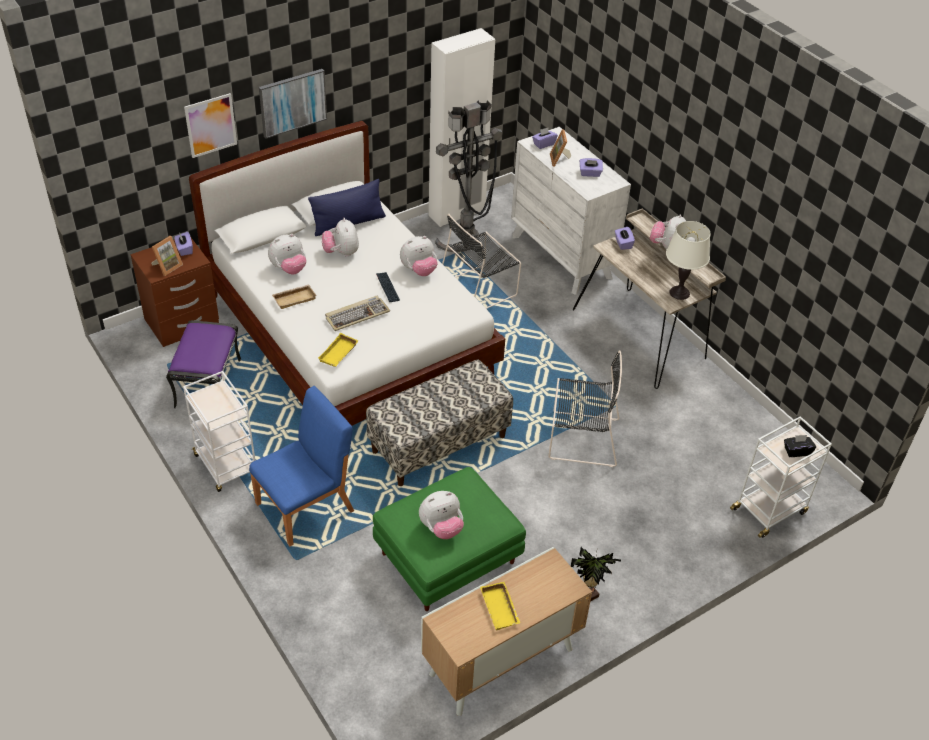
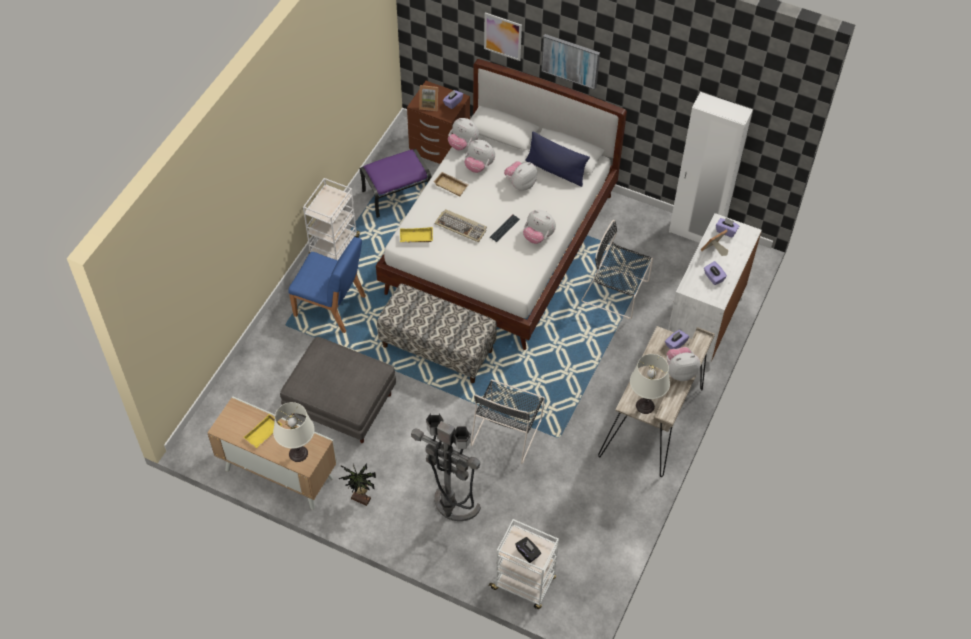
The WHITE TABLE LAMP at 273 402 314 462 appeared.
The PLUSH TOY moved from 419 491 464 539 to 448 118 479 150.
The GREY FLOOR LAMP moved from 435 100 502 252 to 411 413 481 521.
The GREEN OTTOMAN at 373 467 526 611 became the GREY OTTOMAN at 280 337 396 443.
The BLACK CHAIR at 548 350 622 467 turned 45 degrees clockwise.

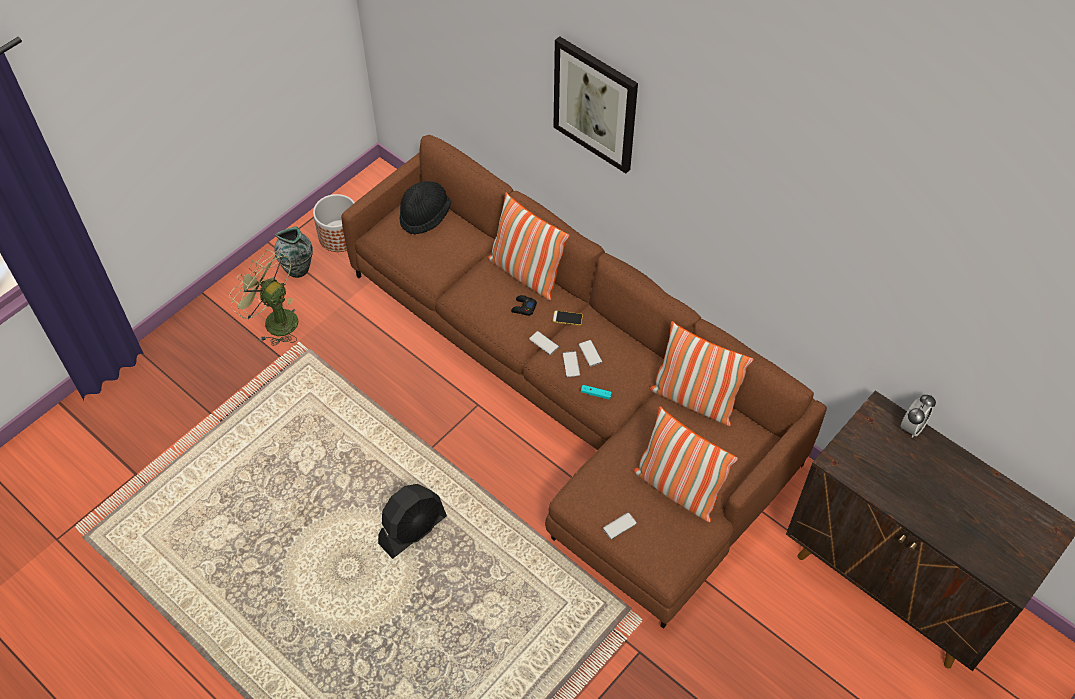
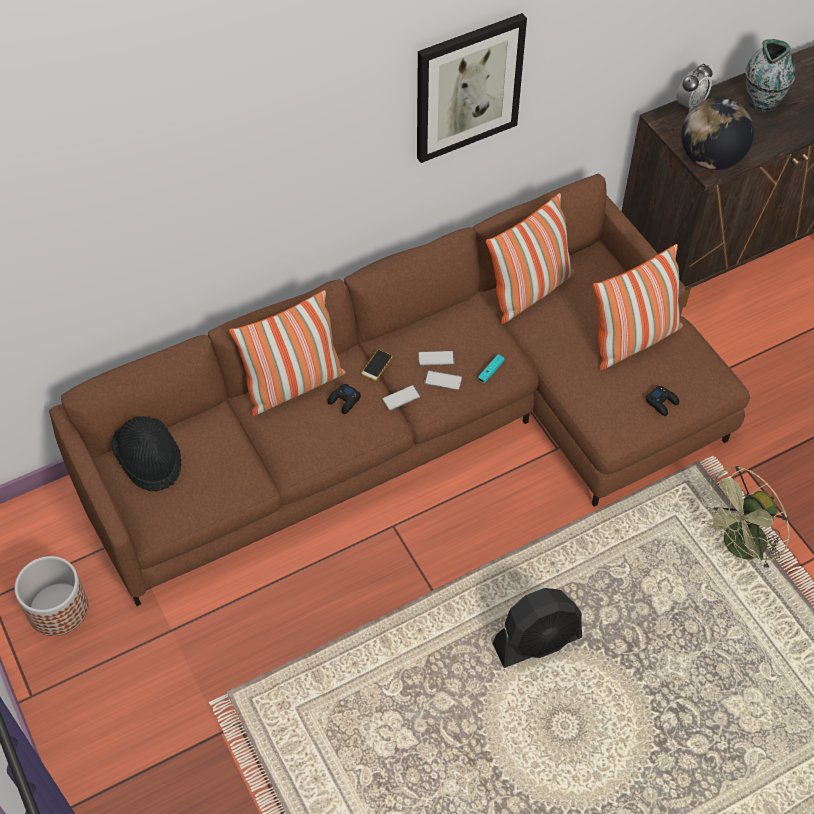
The GLOBE at 681 97 754 170 appeared.
The GREEN FAN moved from 229 249 298 346 to 701 466 789 567.
The VASE moved from 274 226 313 278 to 746 39 796 112.
The PICTURE moved from 553 36 638 173 to 417 13 527 163.
The PHONE at 603 512 637 539 was replaced by the BLACK GAME CONTROLLER at 646 385 679 416.
The BLACK FAN at 378 484 447 559 turned 90 degrees clockwise.
The ALARM CLOCK at 900 395 936 438 turned 75 degrees clockwise.

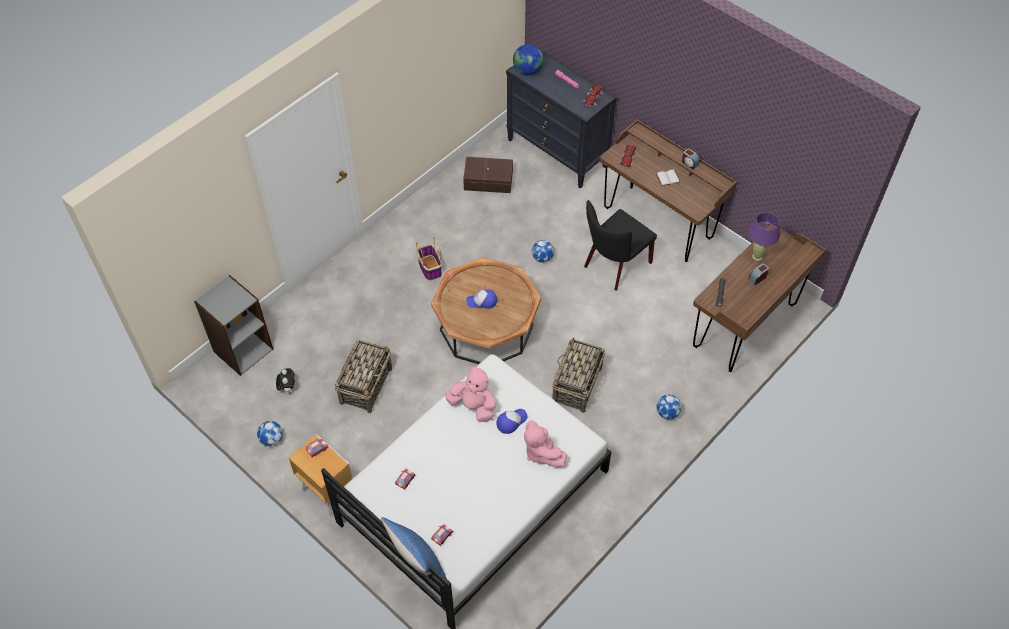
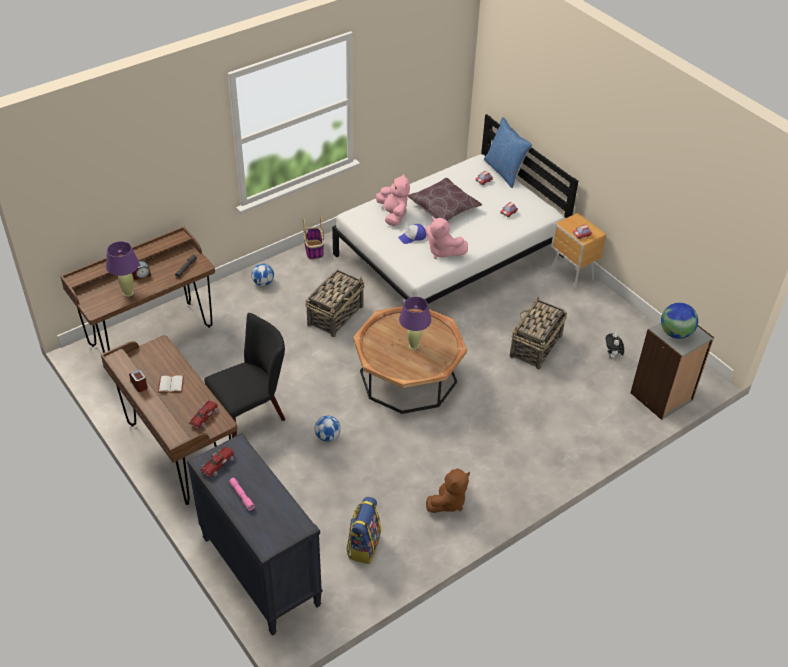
The FOOTBALL at 257 421 283 446 disappeared.
The BROWN PILLOW at 407 178 482 221 appeared.
The BROWN PLUSH TOY at 426 468 470 513 appeared.
The BASKET moved from 416 237 442 280 to 303 216 324 260.
The GLOBE moved from 513 44 543 75 to 661 303 698 339.
The BROWN STORAGE BOX at 463 157 513 193 was replaced by the BACKPACK at 346 497 381 564.
The CAP at 466 290 497 309 was replaced by the PURPLE TABLE LAMP at 399 297 431 350.

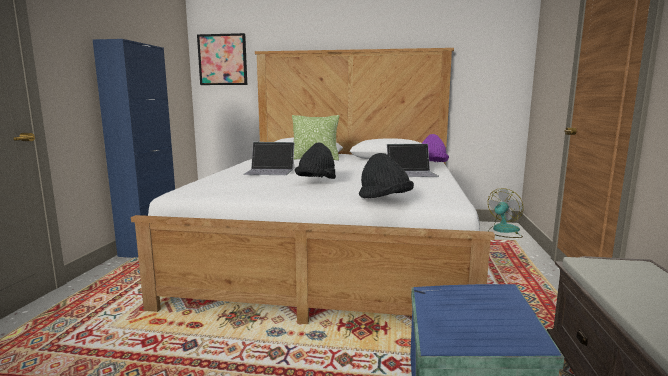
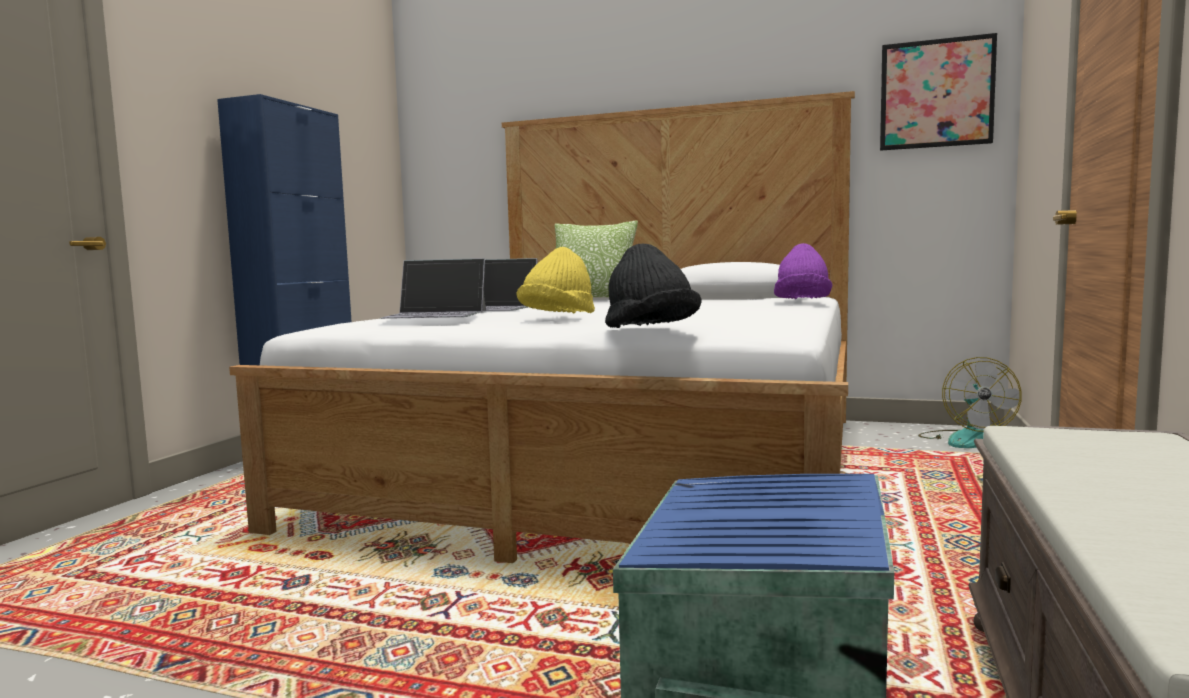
The PICTURE moved from 197 33 247 85 to 880 33 997 151.
The LAPTOP moved from 387 144 439 177 to 380 258 486 319.
The BLACK HAT at 295 142 336 179 became the YELLOW HAT at 516 247 595 313.
The FAN at 488 188 524 238 turned 135 degrees clockwise.

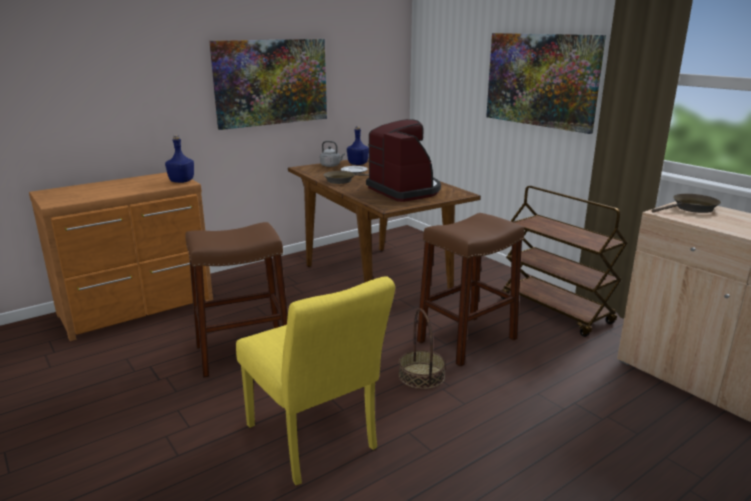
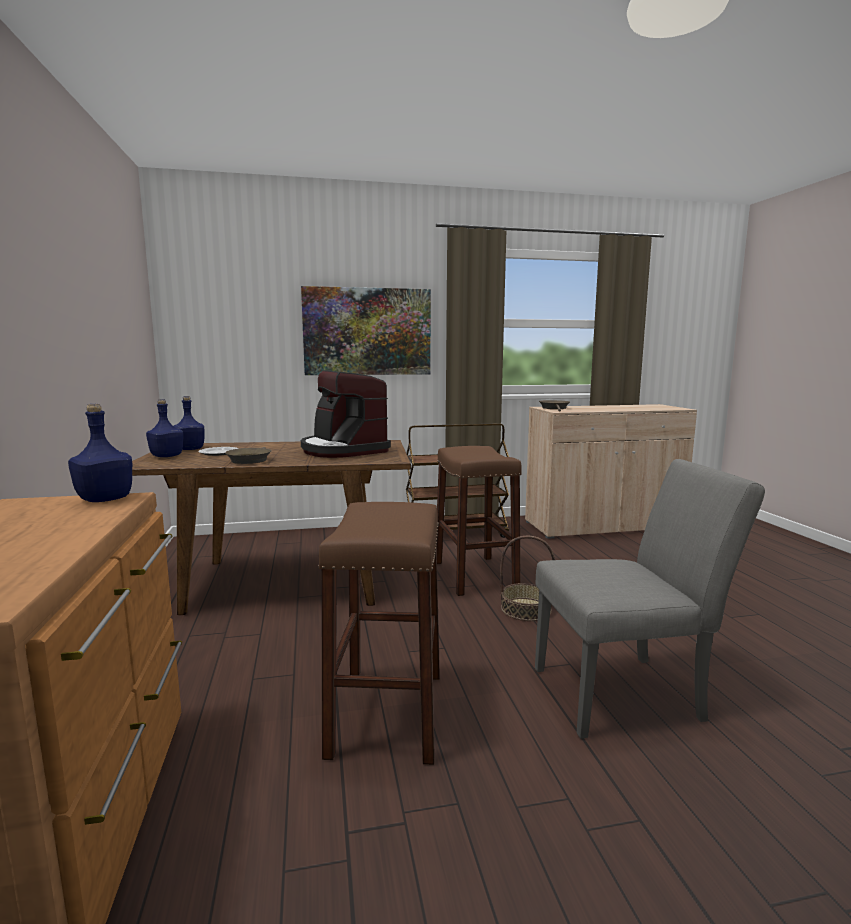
The PICTURE at 209 39 327 130 disappeared.
The GREY KETTLE at 320 141 345 167 was replaced by the BLUE BOTTLE at 146 399 183 457.
The YELLOW CHAIR at 236 276 395 485 became the GREY CHAIR at 535 459 765 739.
The COFFEE MACHINE at 366 119 441 202 turned 120 degrees counterclockwise.

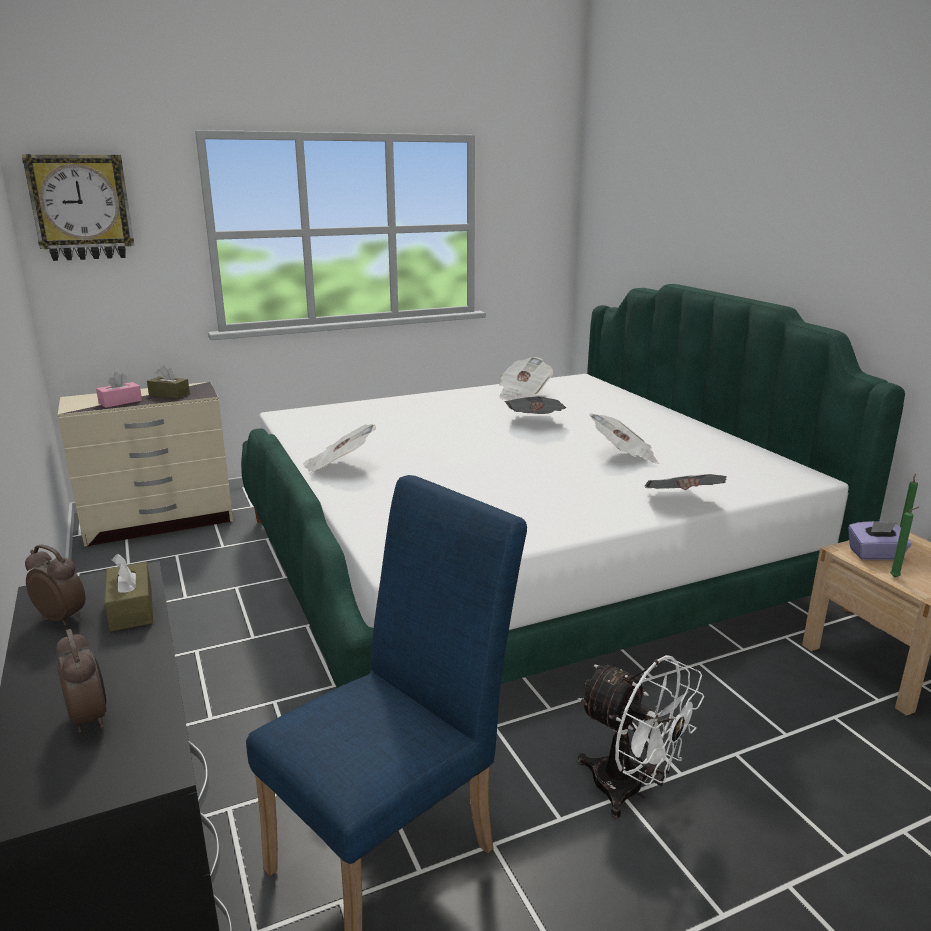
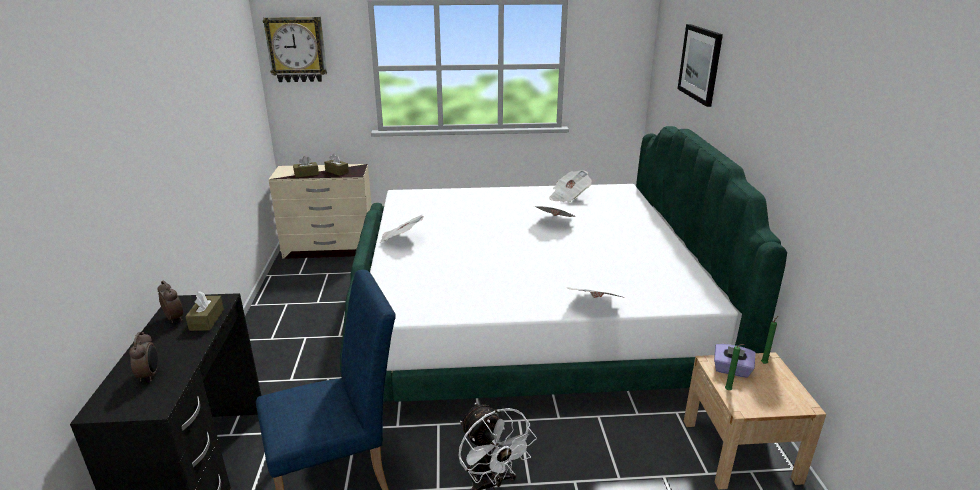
The NEWSPAPER at 589 413 659 464 disappeared.
The PICTURE at 678 24 723 107 appeared.
The PINK TISSUE BOX at 96 372 142 408 became the BROWN TISSUE BOX at 293 156 319 178.

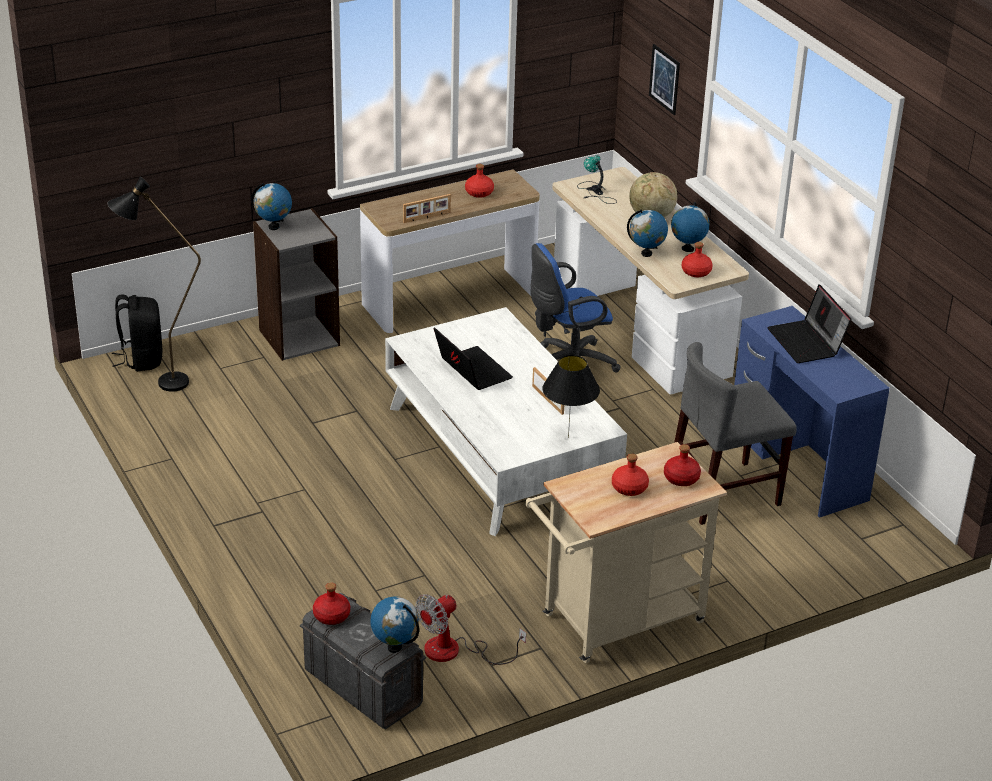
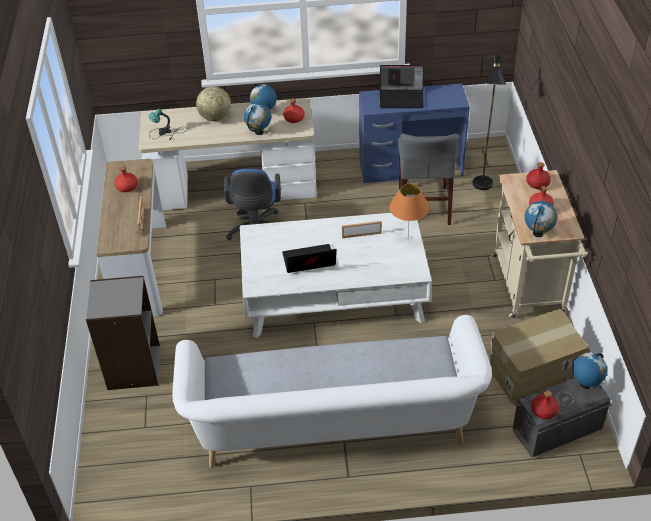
The BLACK BACKPACK at 112 294 162 371 disappeared.
The PICTURE at 649 44 680 115 disappeared.
The WHITE SOFA at 172 315 492 468 appeared.
The BLACK FLOOR LAMP moved from 108 176 201 392 to 473 55 506 190.
The GLOBE moved from 251 183 292 230 to 525 201 558 237.
The FAN at 415 594 526 665 was replaced by the CARDBOARD BOX at 490 309 590 405.
The BLACK TABLE LAMP at 542 355 600 438 became the ORANGE TABLE LAMP at 389 184 430 235.

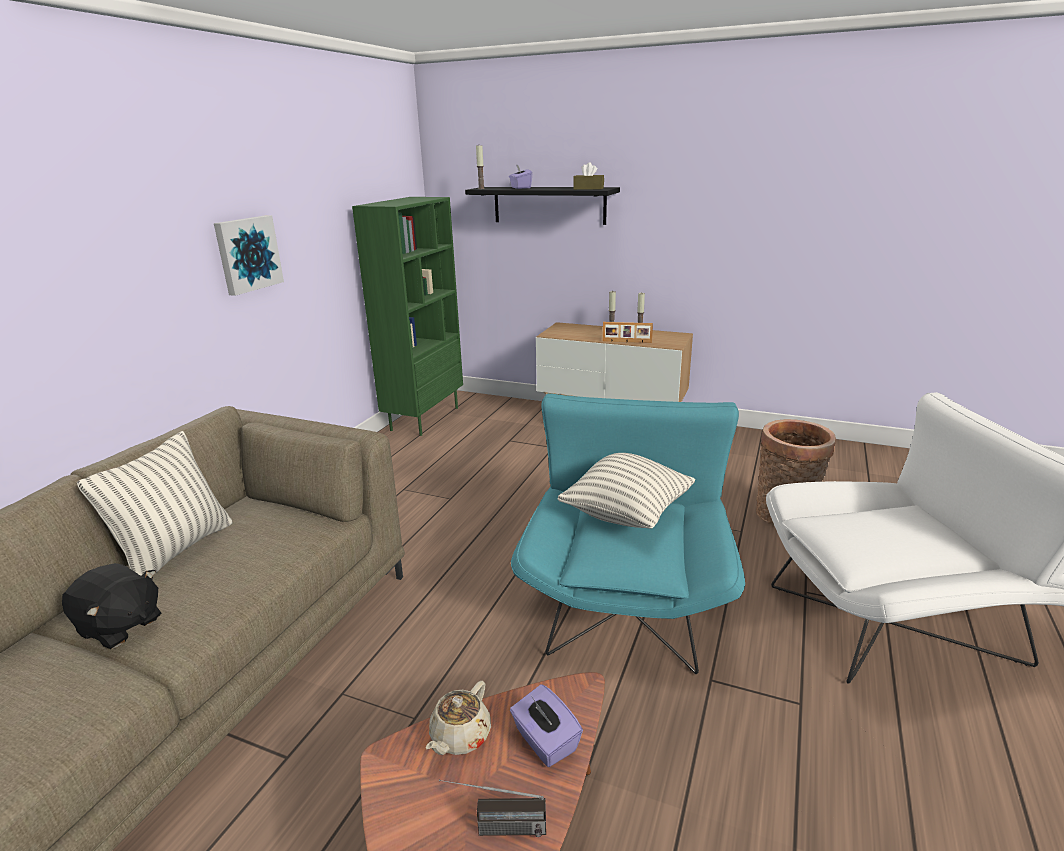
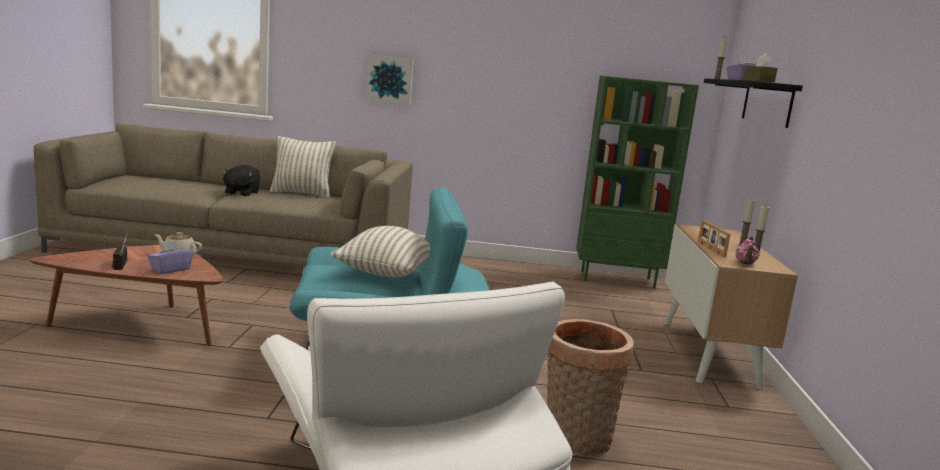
The PINK TEAPOT at 735 236 759 264 appeared.
The PICTURE moved from 214 215 284 296 to 366 54 414 105.

